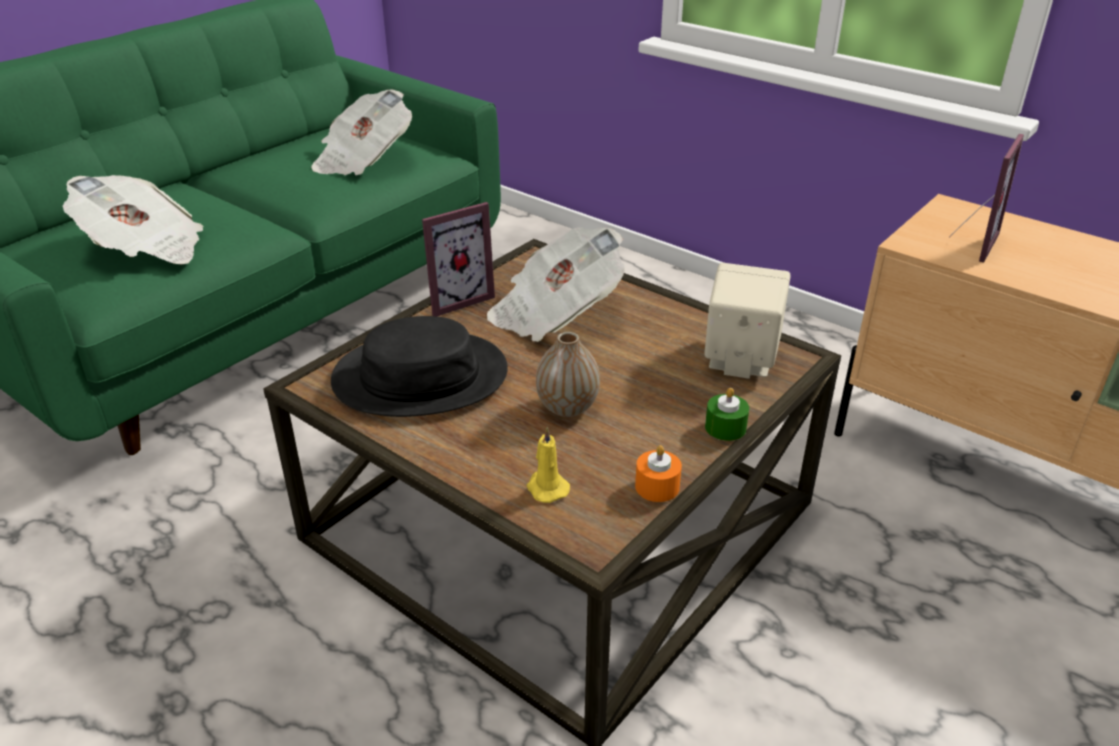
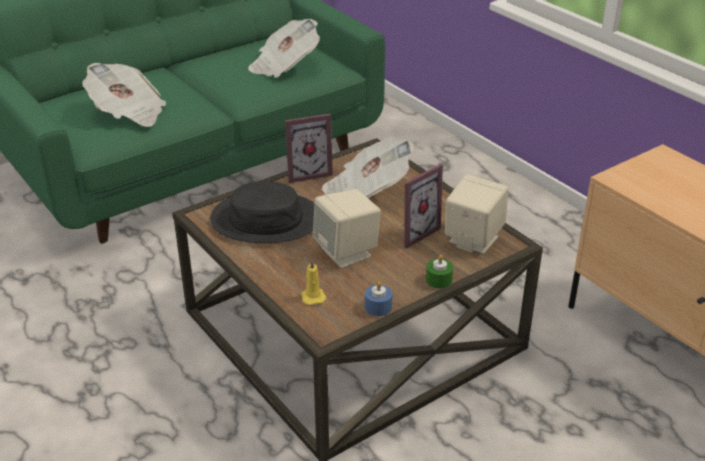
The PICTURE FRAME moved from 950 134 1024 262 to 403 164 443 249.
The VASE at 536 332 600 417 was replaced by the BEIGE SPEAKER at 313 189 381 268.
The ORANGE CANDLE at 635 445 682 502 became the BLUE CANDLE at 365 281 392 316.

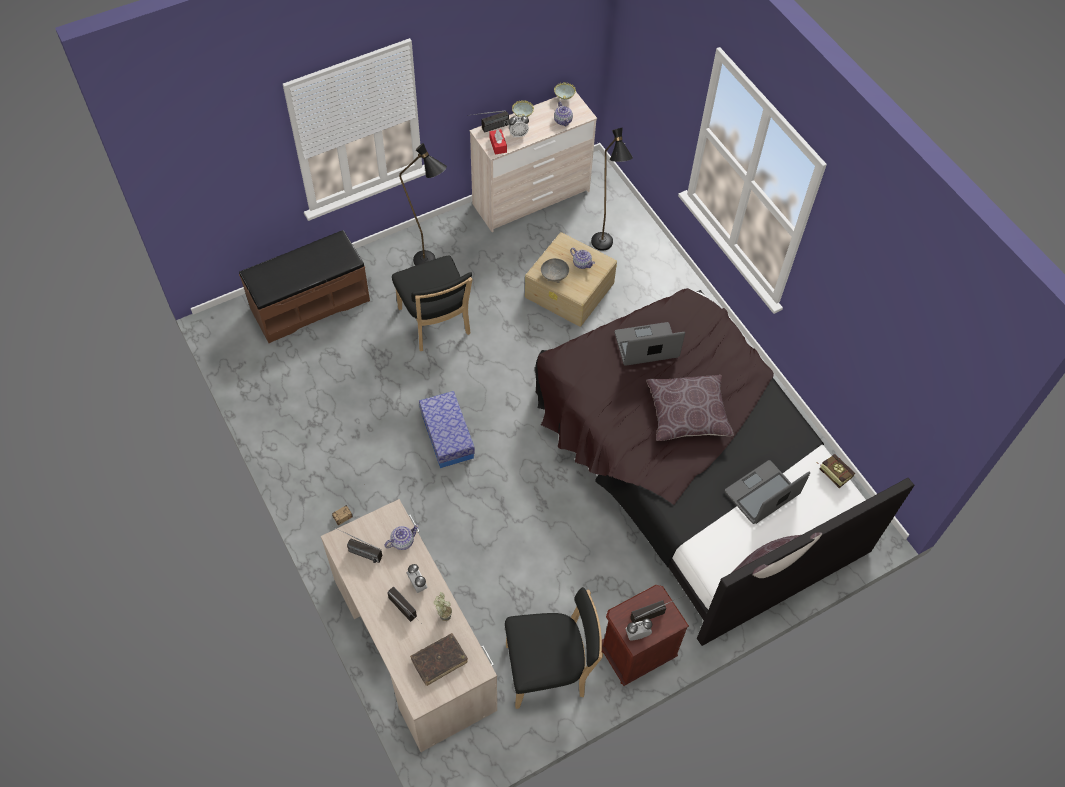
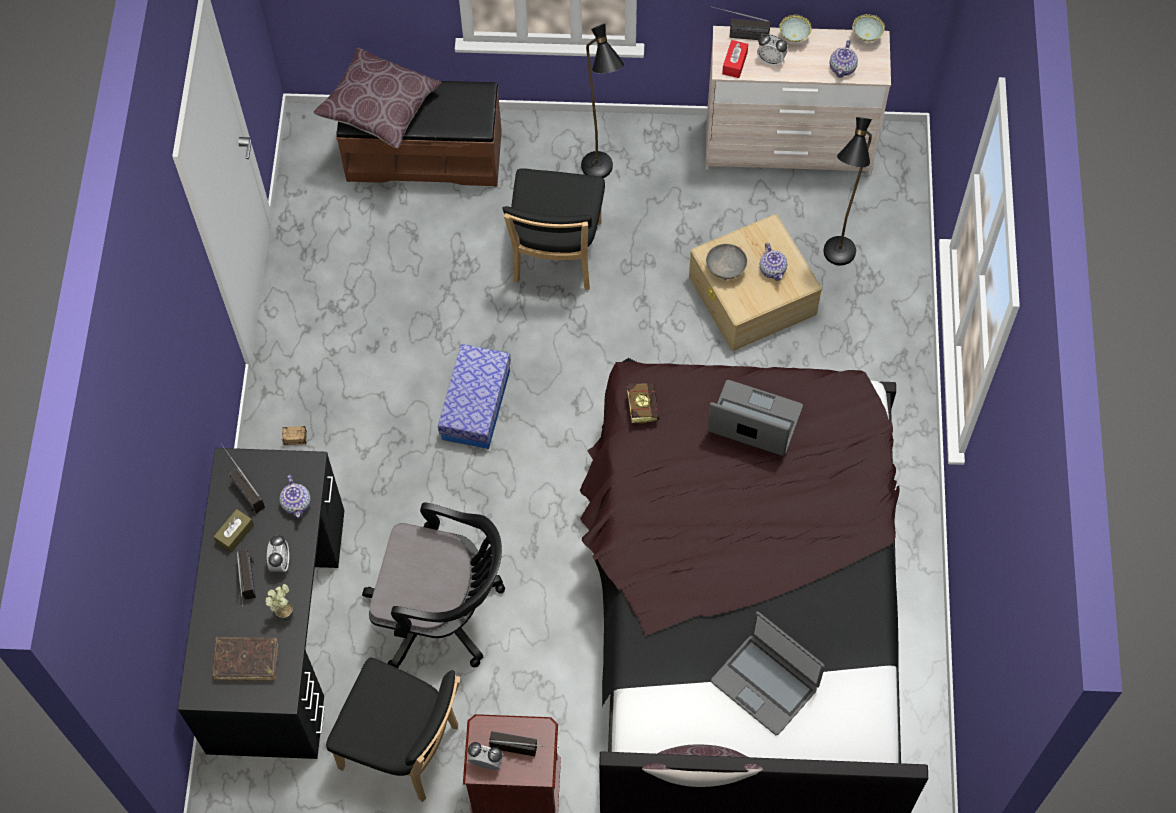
The BROWN TISSUE BOX at 213 509 254 553 appeared.
The BLACK OFFICE CHAIR at 362 503 505 668 appeared.
The BROWN PILLOW moved from 647 375 734 441 to 313 47 441 148.
The BOOK moved from 816 454 855 488 to 627 383 659 426.
The BEIGE DESK at 321 499 497 752 became the BLACK DESK at 178 448 344 759.
The TEAPOT at 384 525 419 550 turned 75 degrees clockwise.
The LAPTOP at 725 460 810 524 turned 135 degrees counterclockwise.

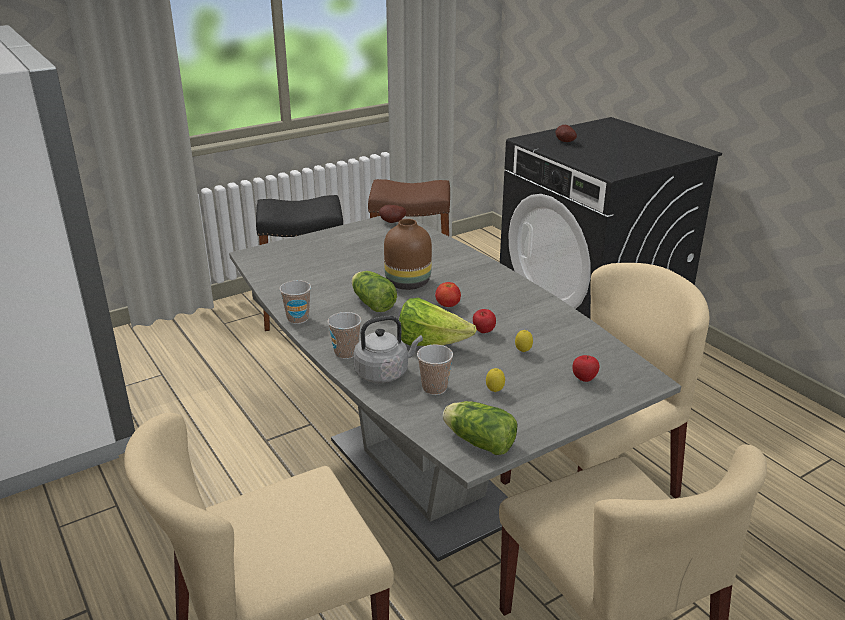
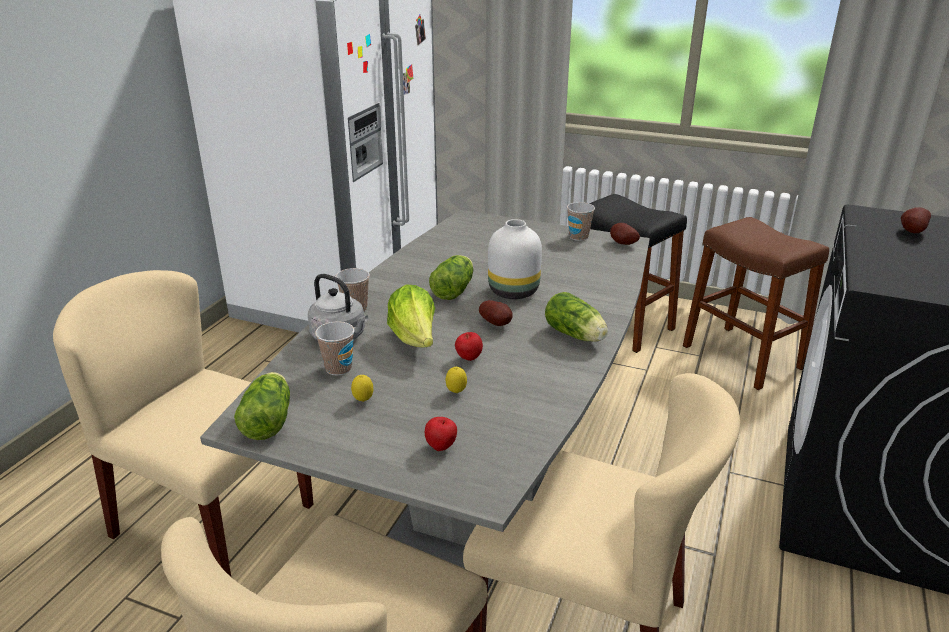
The LETTUCE at 545 292 608 342 appeared.
The CUP moved from 280 280 311 324 to 567 202 595 241.
The TOMATO at 435 282 461 307 was replaced by the POTATO at 479 300 513 326.
The BROWN VASE at 384 219 432 290 became the WHITE VASE at 488 219 542 299.

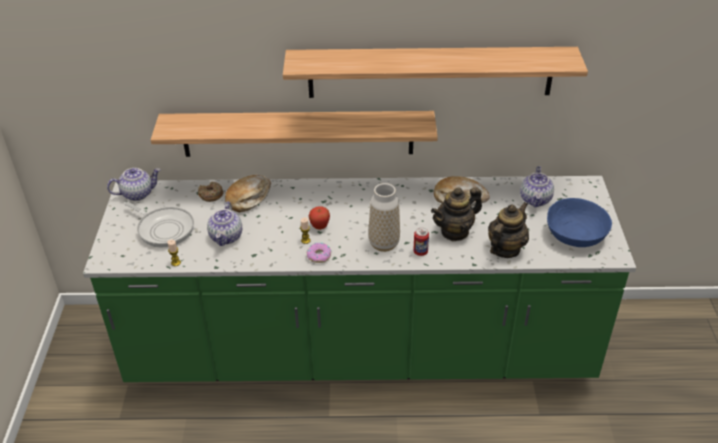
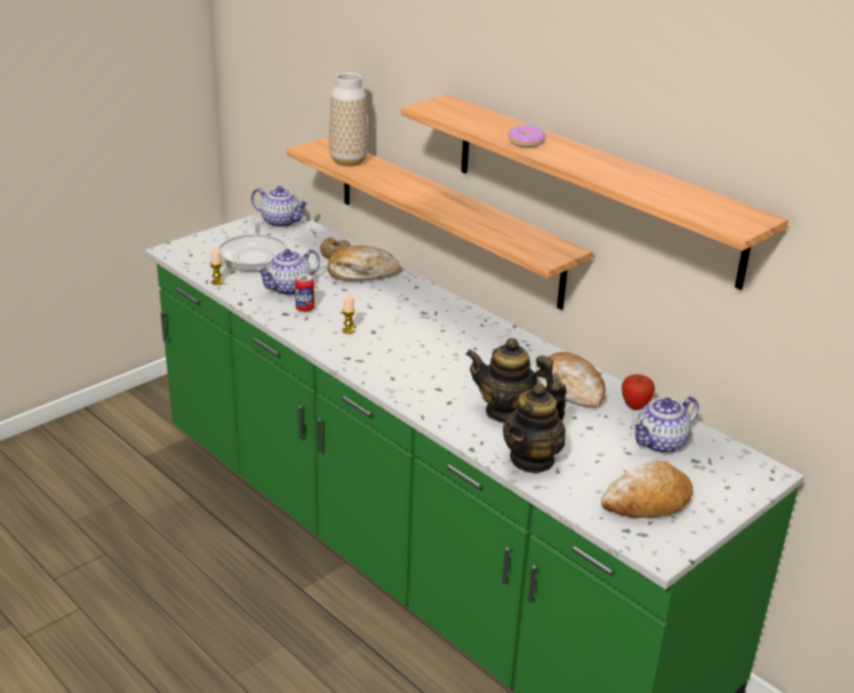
The DONUT moved from 307 243 331 263 to 508 125 546 147.
The APPLE moved from 309 206 330 230 to 622 374 655 410.
The VASE moved from 368 183 400 252 to 329 73 368 166.
The CAN moved from 413 227 429 256 to 295 274 314 312.
The BLUE BOWL at 547 198 612 247 was replaced by the BREAD at 601 461 693 518.
The TEAPOT at 488 202 529 258 turned 135 degrees clockwise.

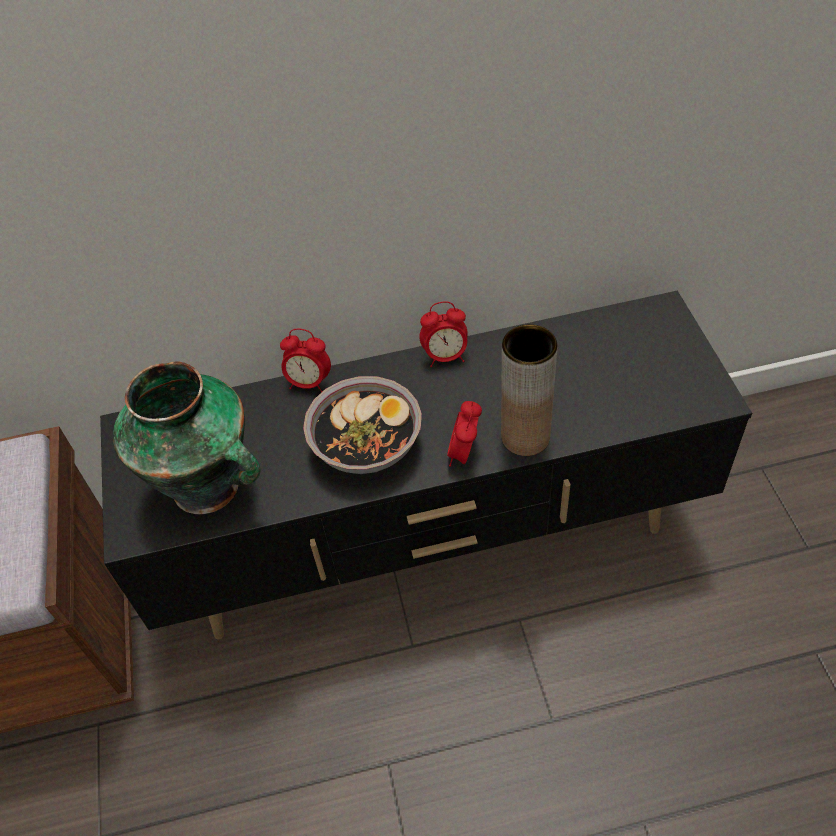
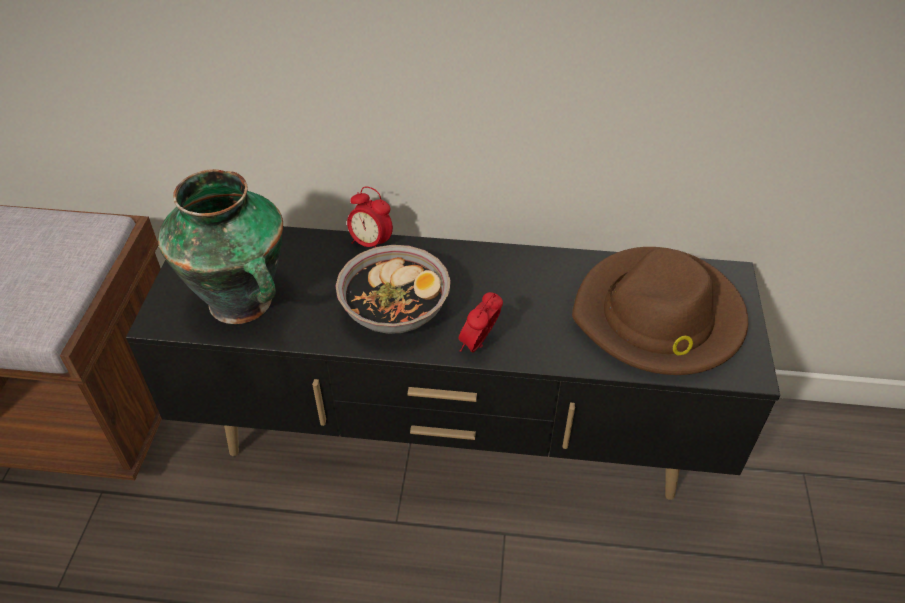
The ALARM CLOCK at 419 301 468 367 disappeared.
The BROWN VASE at 501 324 558 456 disappeared.
The BROWN HAT at 572 247 748 375 appeared.

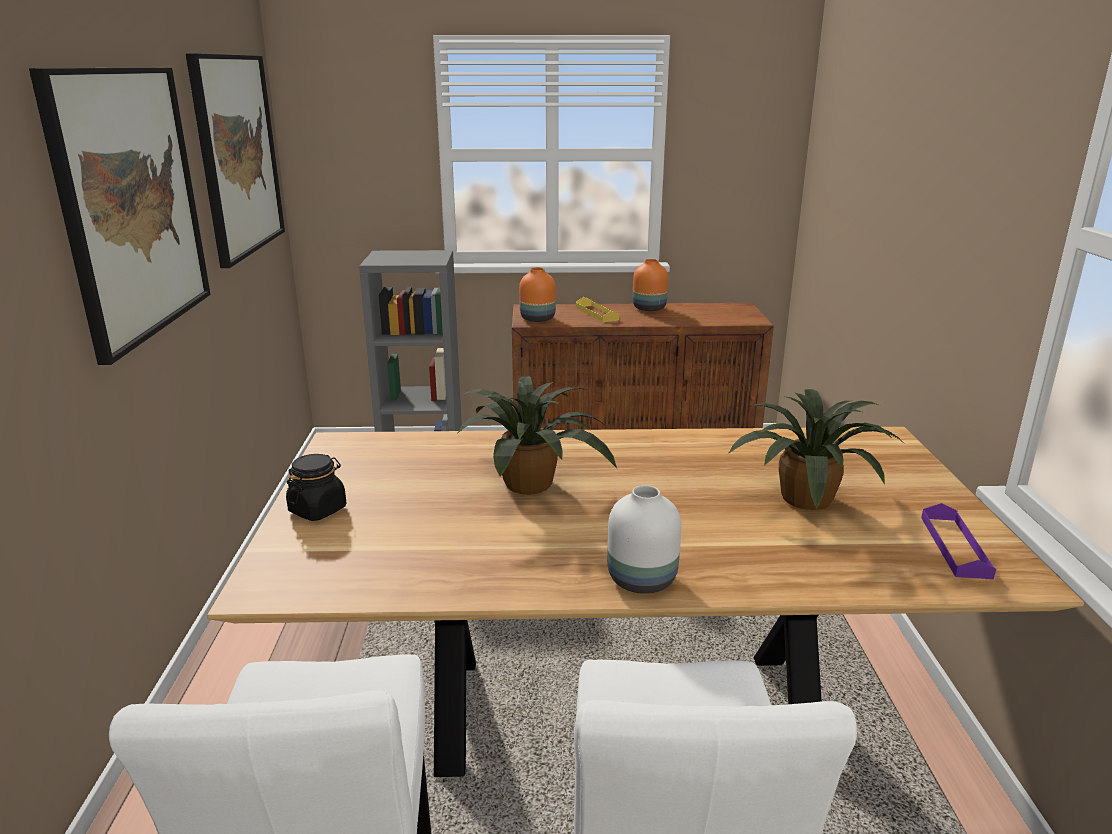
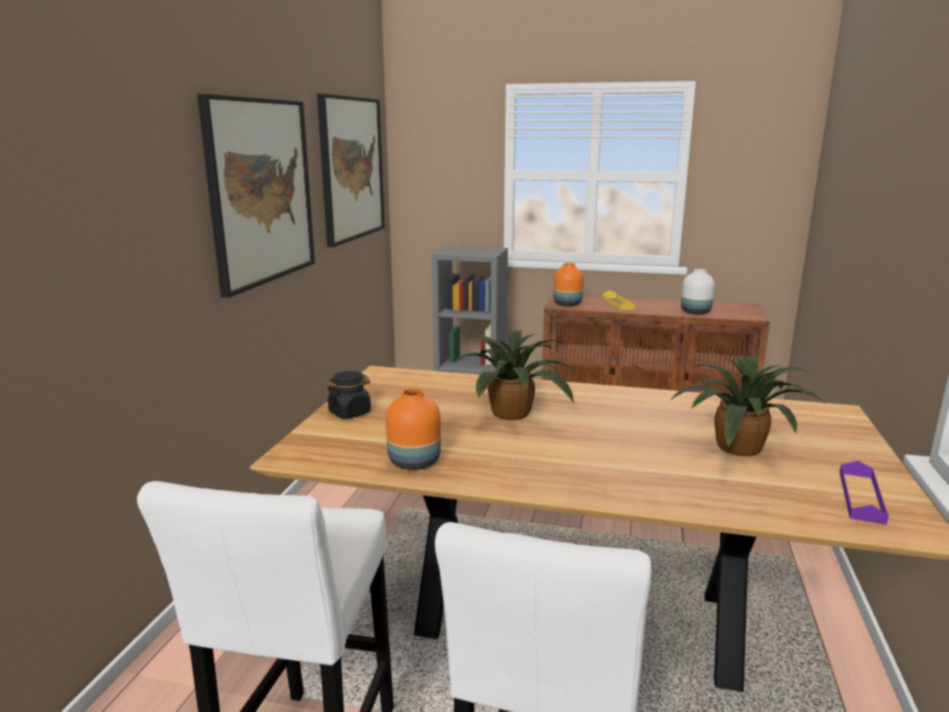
The WHITE VASE moved from 607 485 681 594 to 681 269 715 314.
The ORANGE VASE moved from 633 259 668 311 to 386 388 441 470.

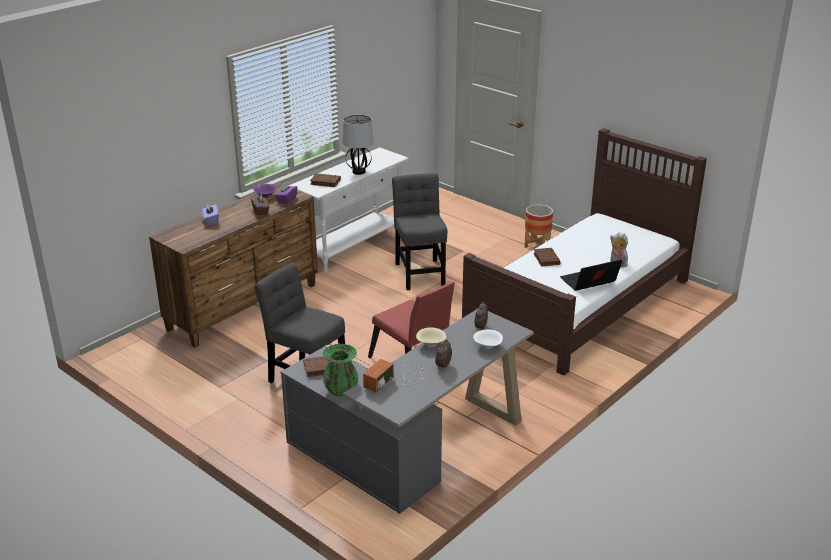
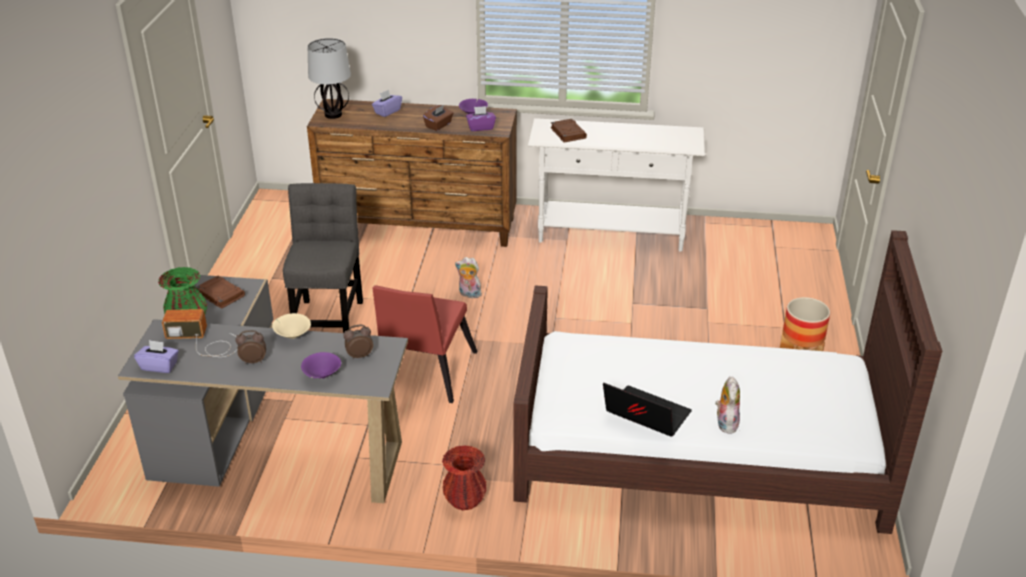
The GREY CHAIR at 392 173 447 290 disappeared.
The BROWN BOOK at 533 248 561 267 disappeared.
The PURPLE TISSUE BOX at 134 340 179 373 appeared.
The RED VASE at 442 445 486 510 appeared.
The PLUSH TOY at 455 257 482 298 appeared.
The TABLE LAMP moved from 342 115 374 175 to 308 38 351 119.
The WHITE BOWL at 473 330 503 348 became the PURPLE BOWL at 301 352 341 379.

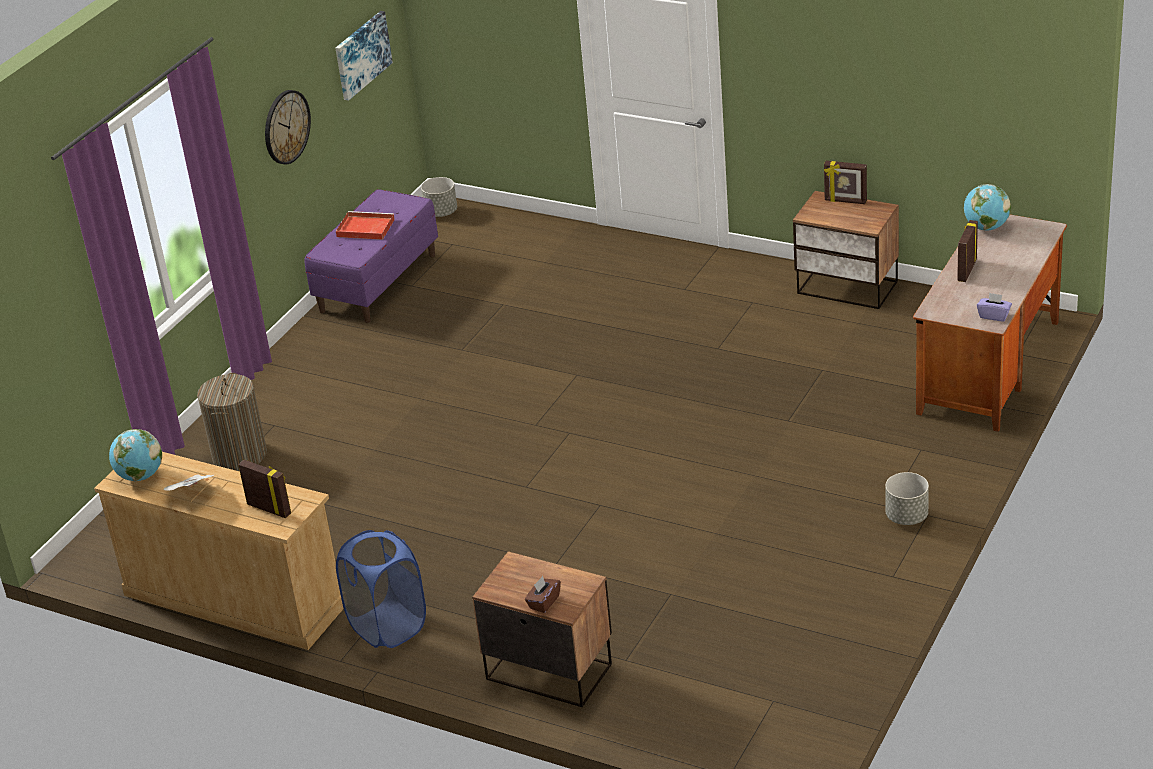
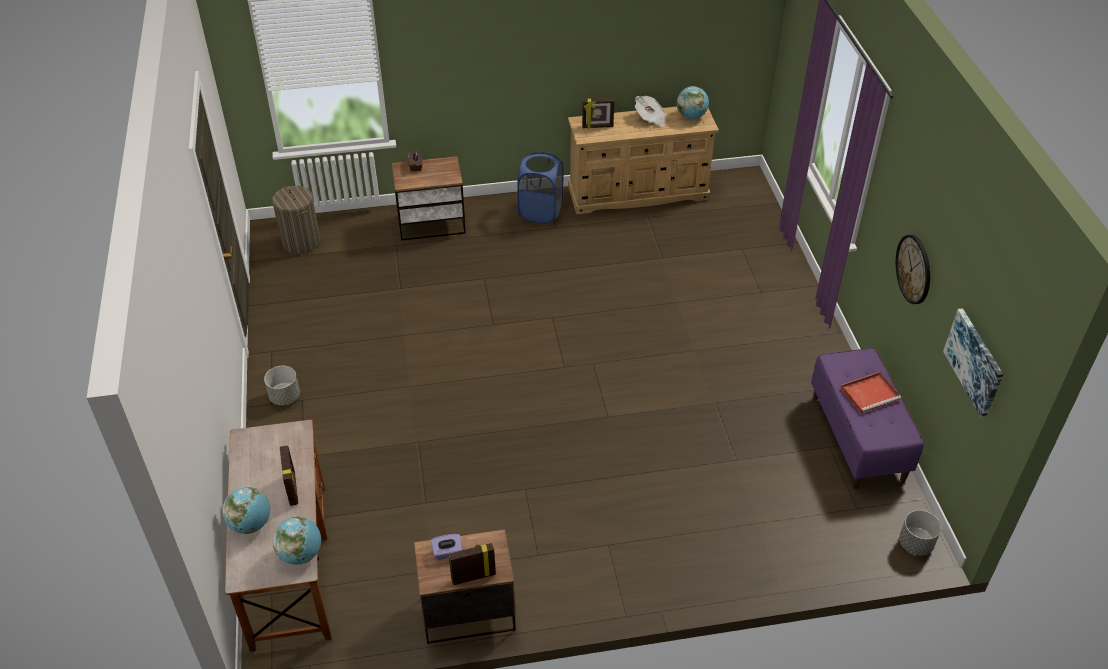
The GLOBE at 222 487 270 534 appeared.
The LAUNDRY BASKET moved from 197 373 267 471 to 272 186 320 254.
The PURPLE TISSUE BOX moved from 977 293 1012 322 to 431 534 463 560.

